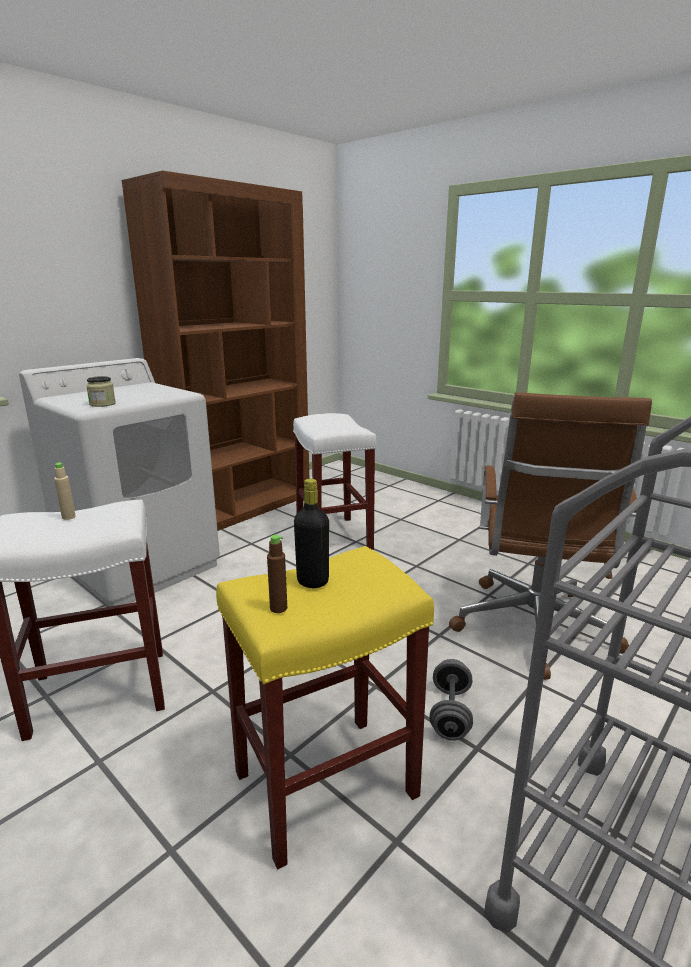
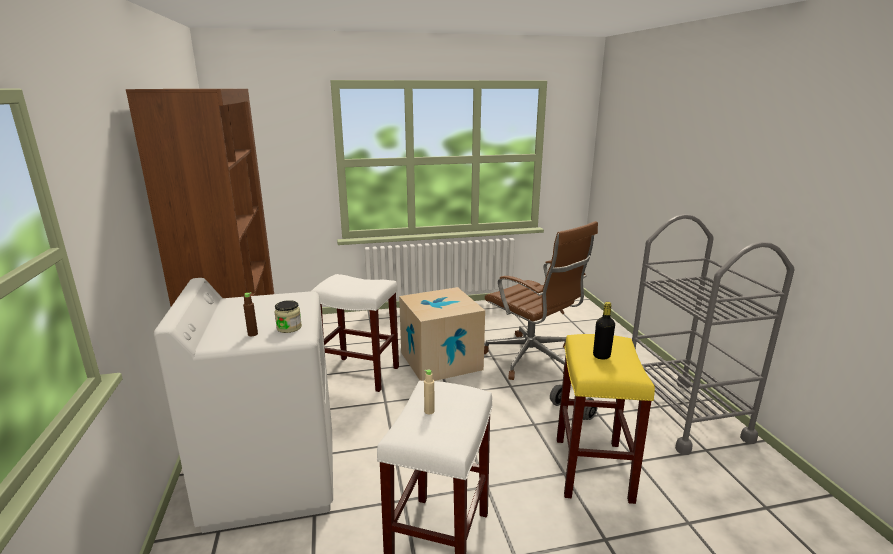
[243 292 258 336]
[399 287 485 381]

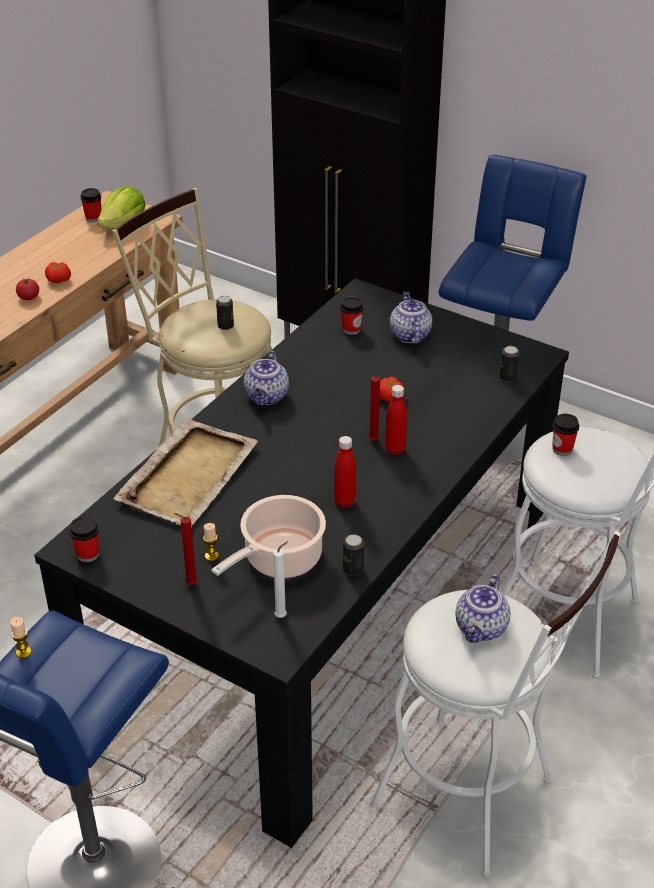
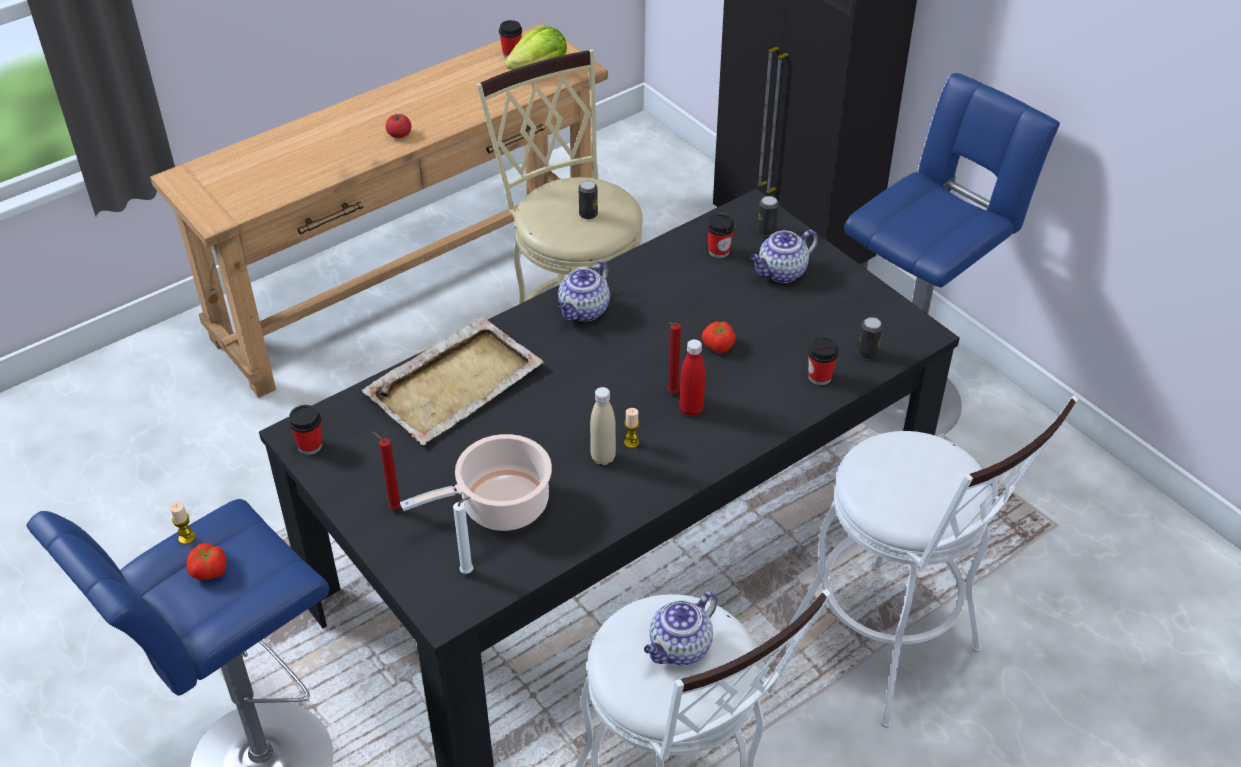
[186 543 226 580]
[590 387 616 465]
[624 408 640 448]
[750 229 818 283]
[757 196 779 236]
[808 337 839 385]

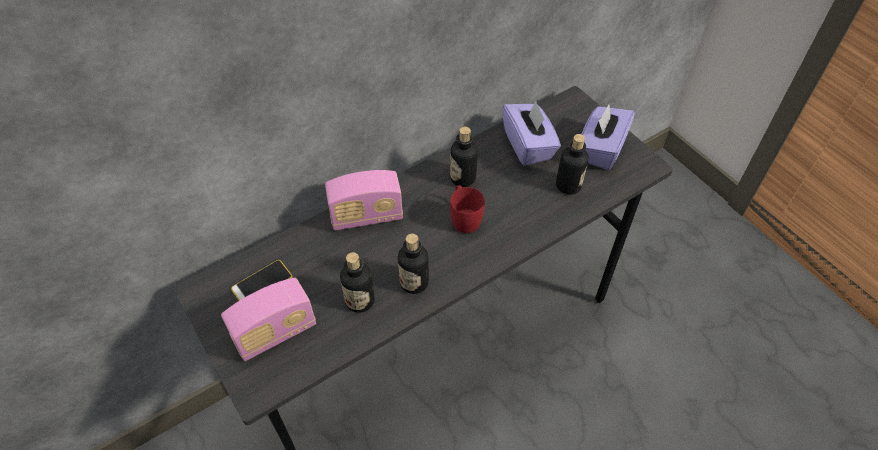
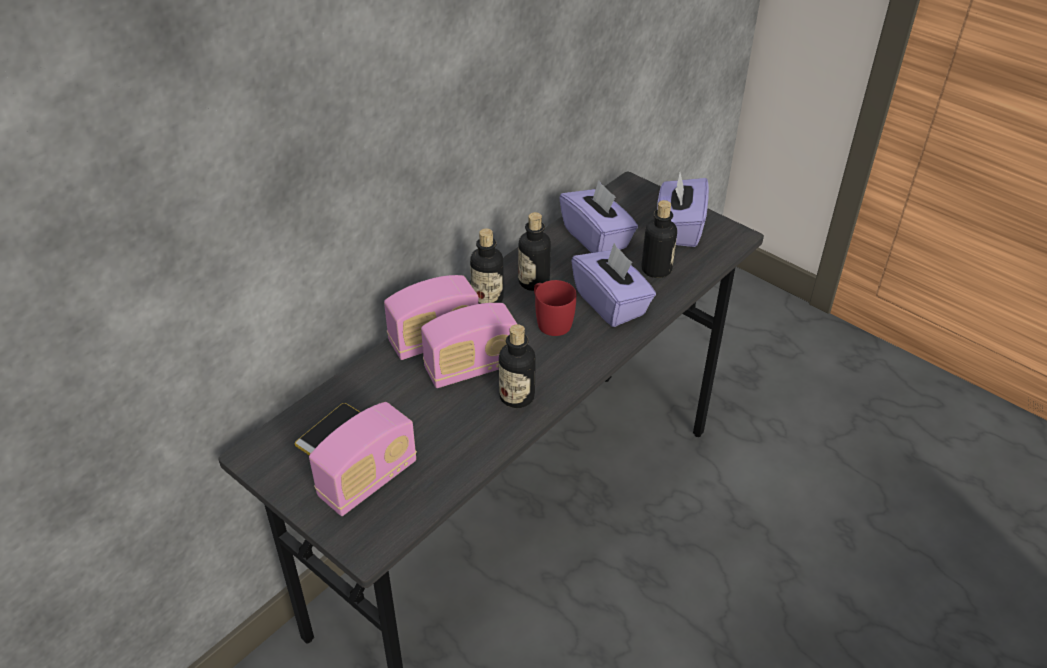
[421 303 517 388]
[470 228 504 304]
[571 243 656 327]

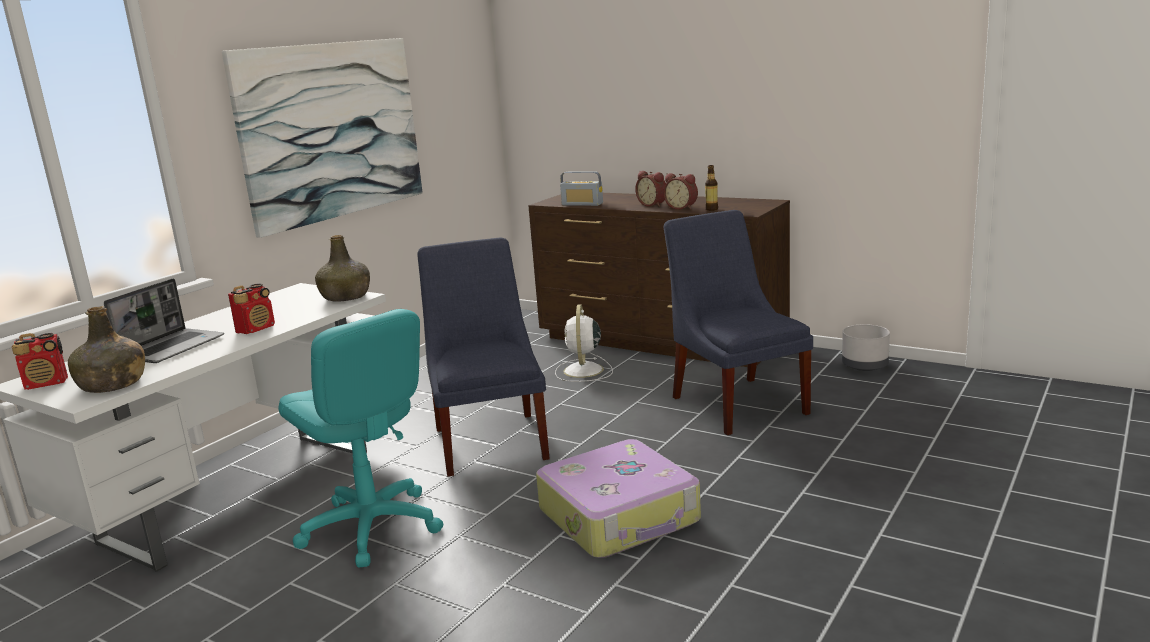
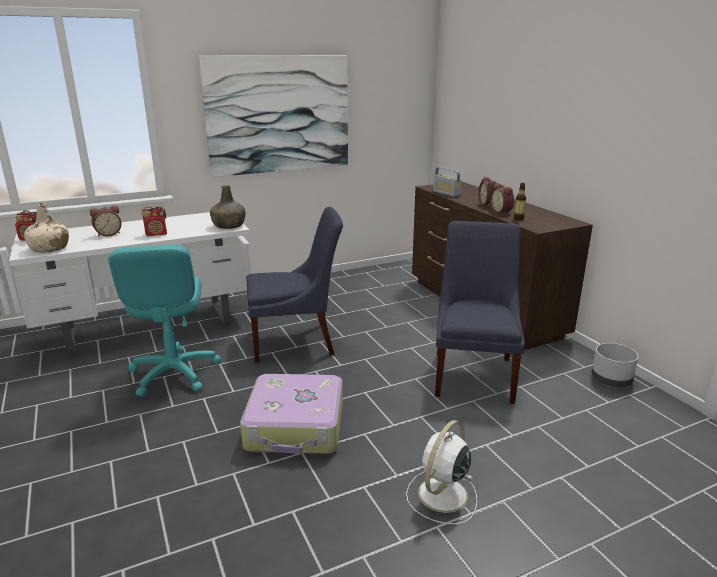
[24 203 69 253]
[90 206 121 237]
[246 207 343 363]
[406 420 477 525]

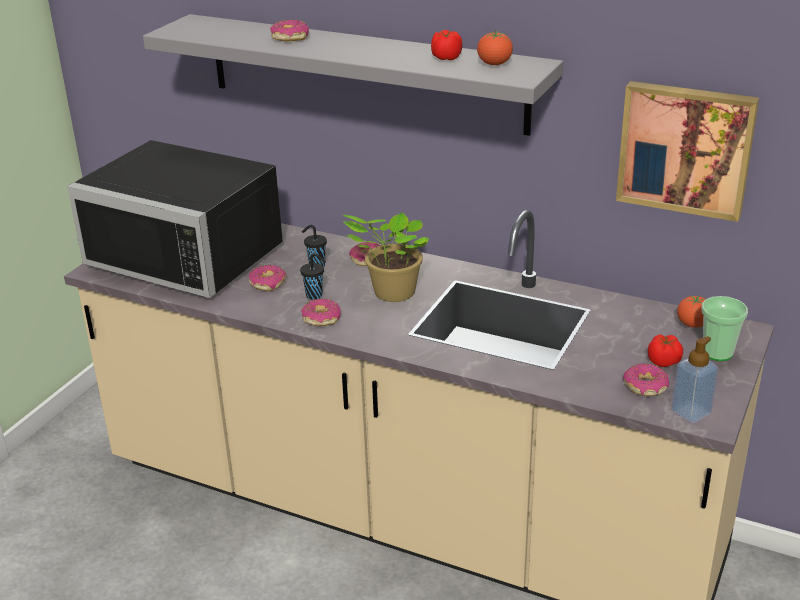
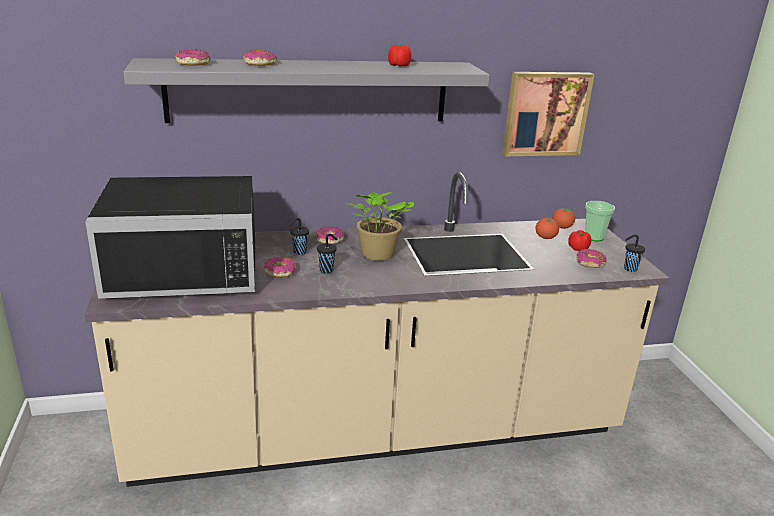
[175 49 210 66]
[535 217 559 239]
[624 234 645 272]

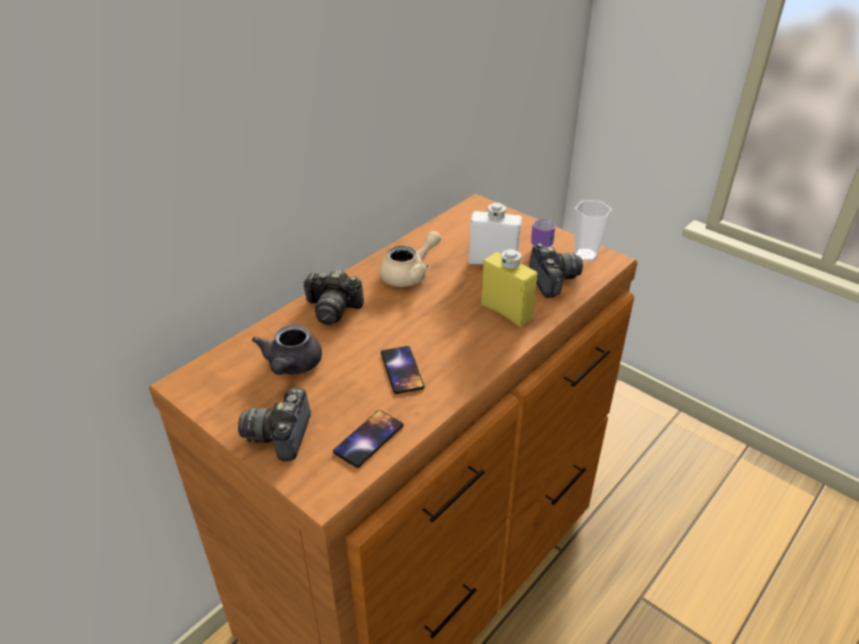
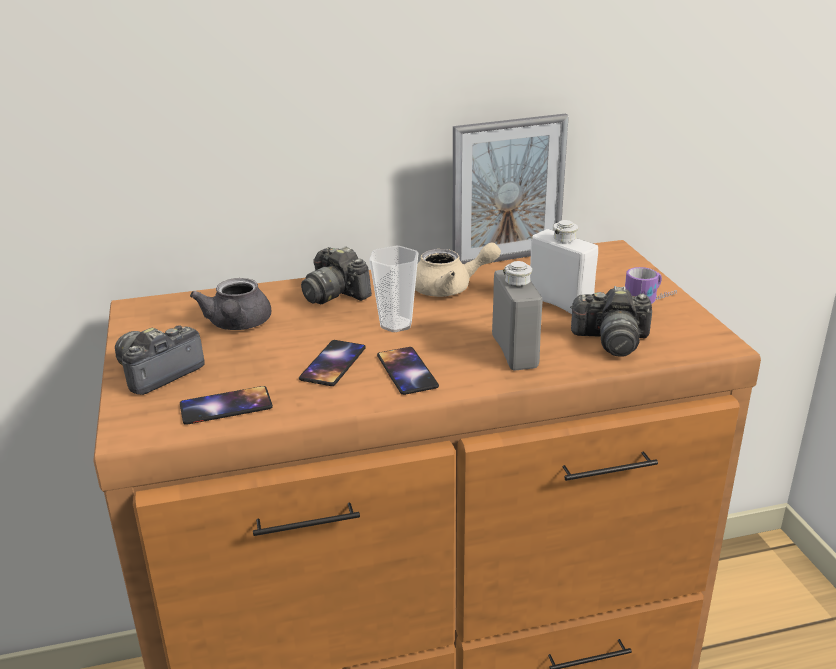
[190 278 271 330]
[369 246 419 332]
[377 347 439 395]
[452 113 569 264]
[492 261 542 370]
[570 286 652 357]

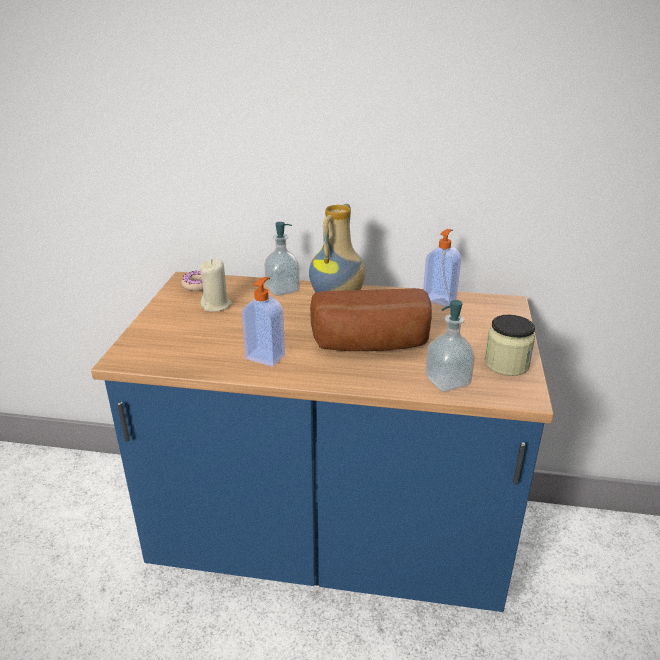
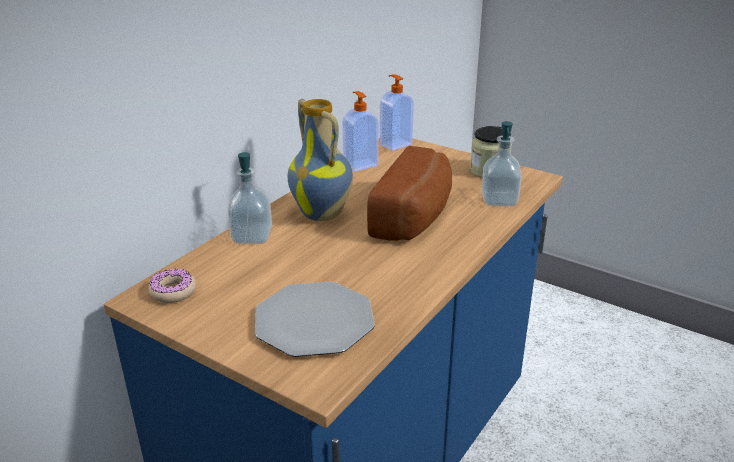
[255 282 375 357]
[380 74 414 151]
[200 259 232 312] (first image)

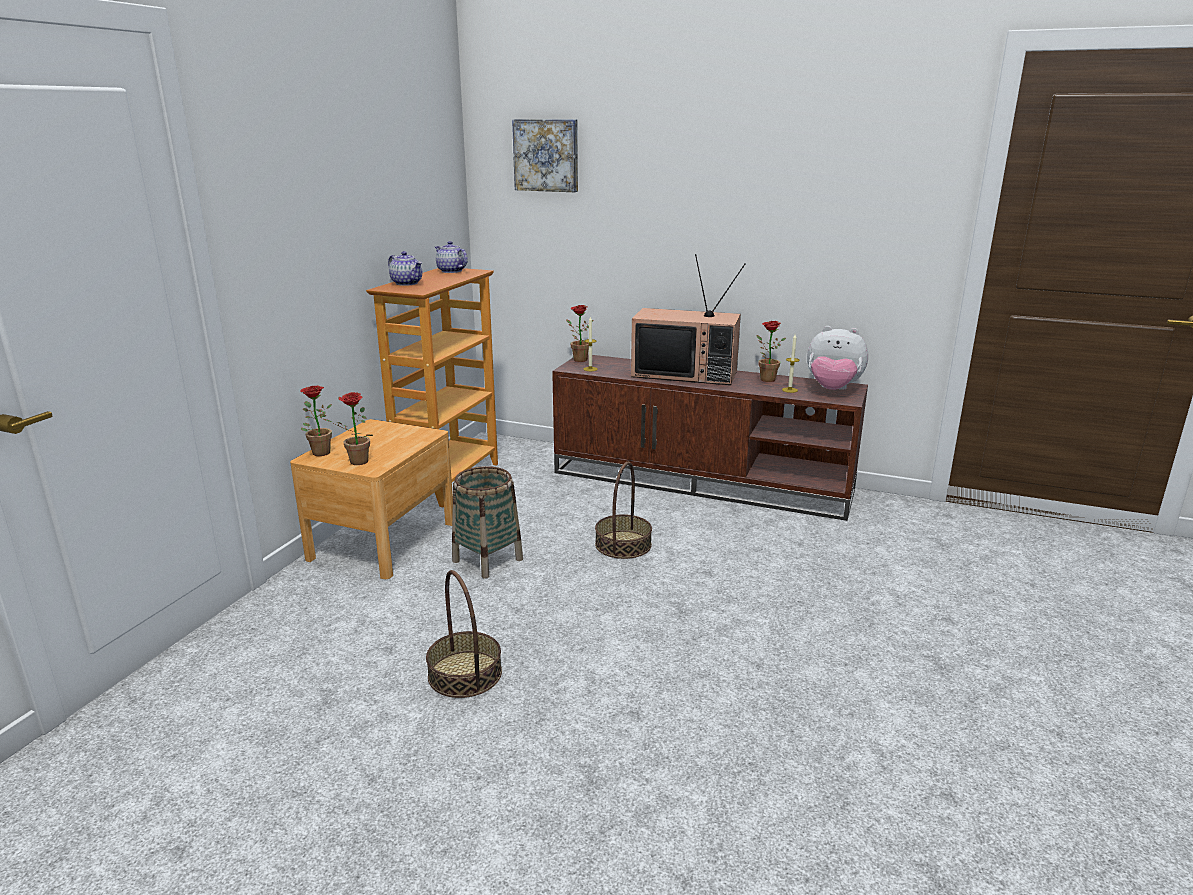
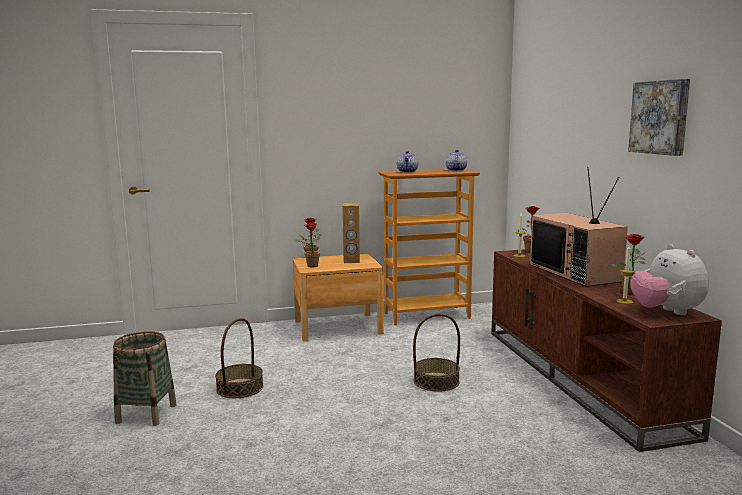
[113 331 176 426]
[342 203 360 263]
[628 79 690 156]

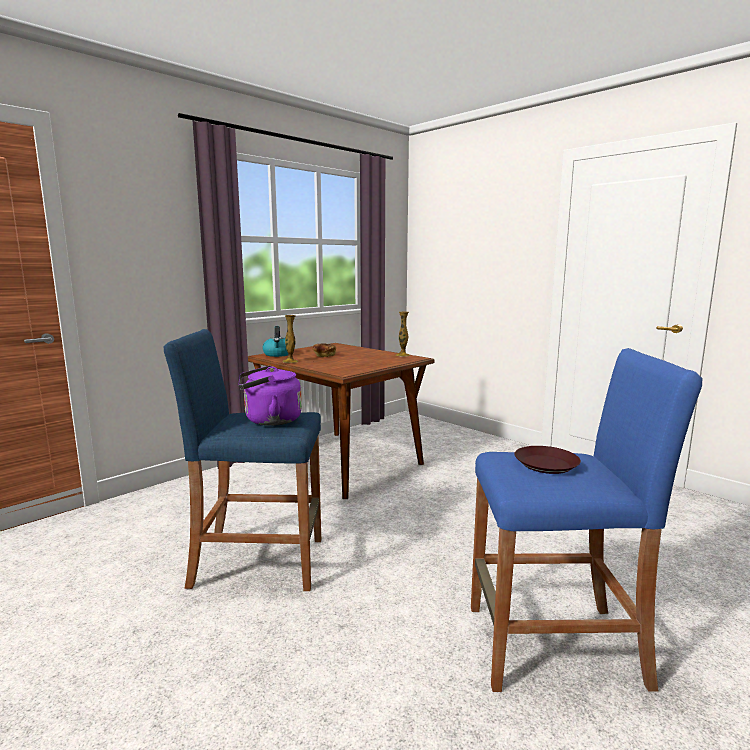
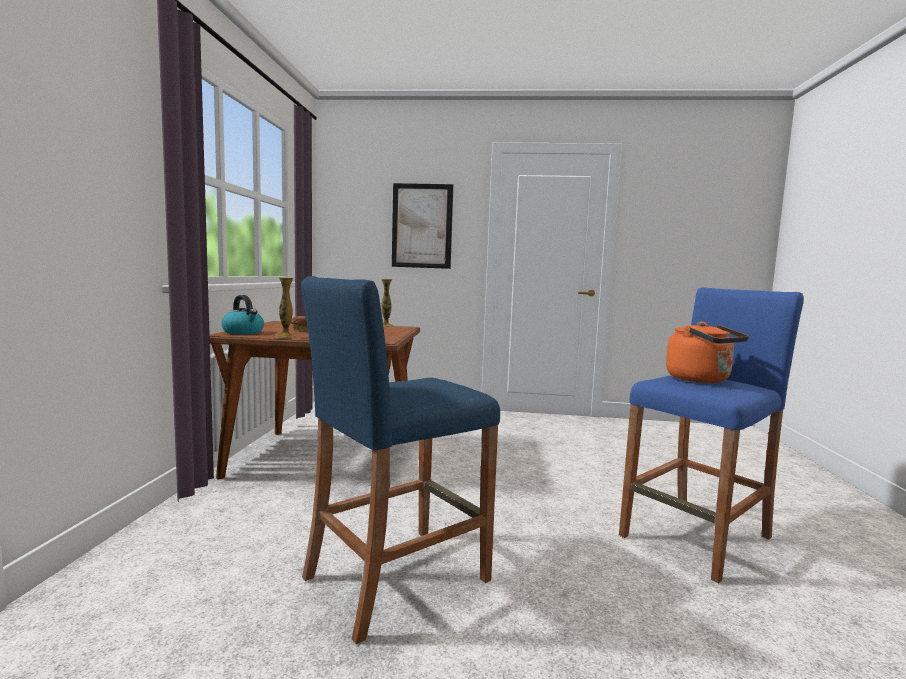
[392 183 453 269]
[666 322 749 383]
[239 365 302 426] (first image)

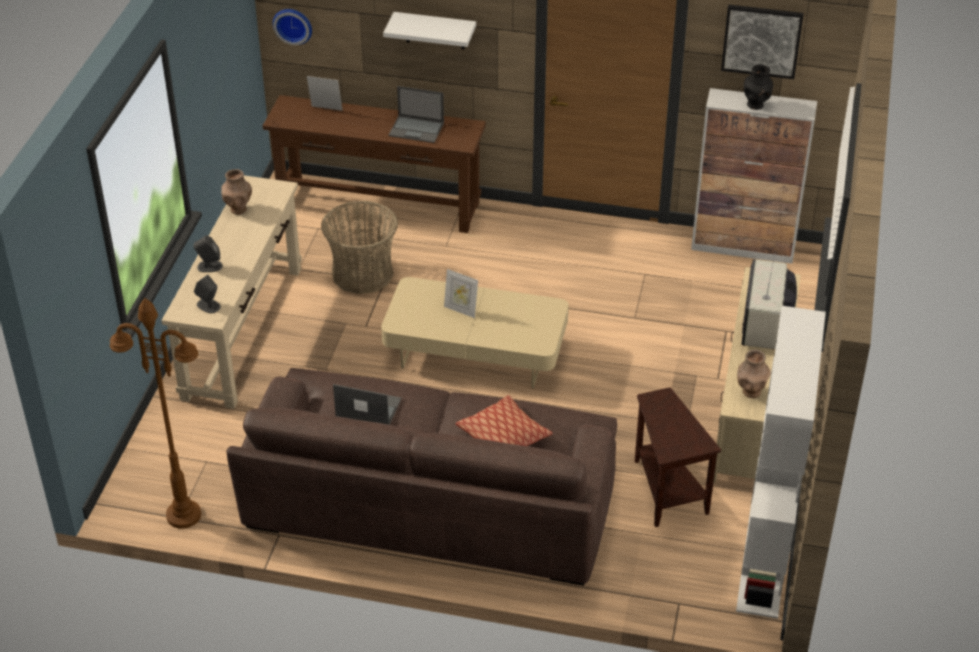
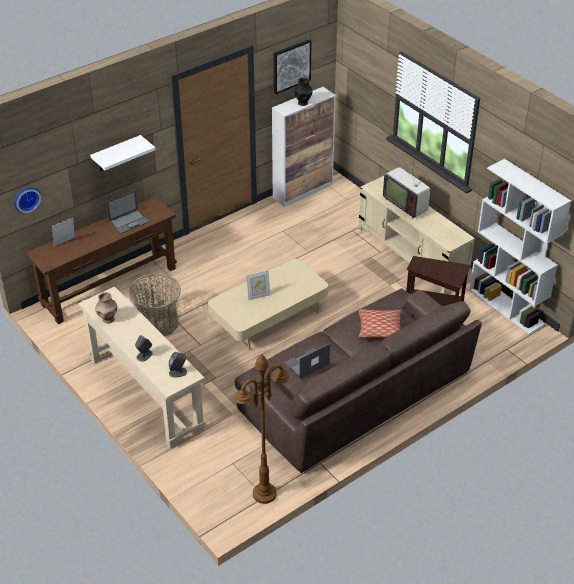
[737 350 771 398] (first image)

